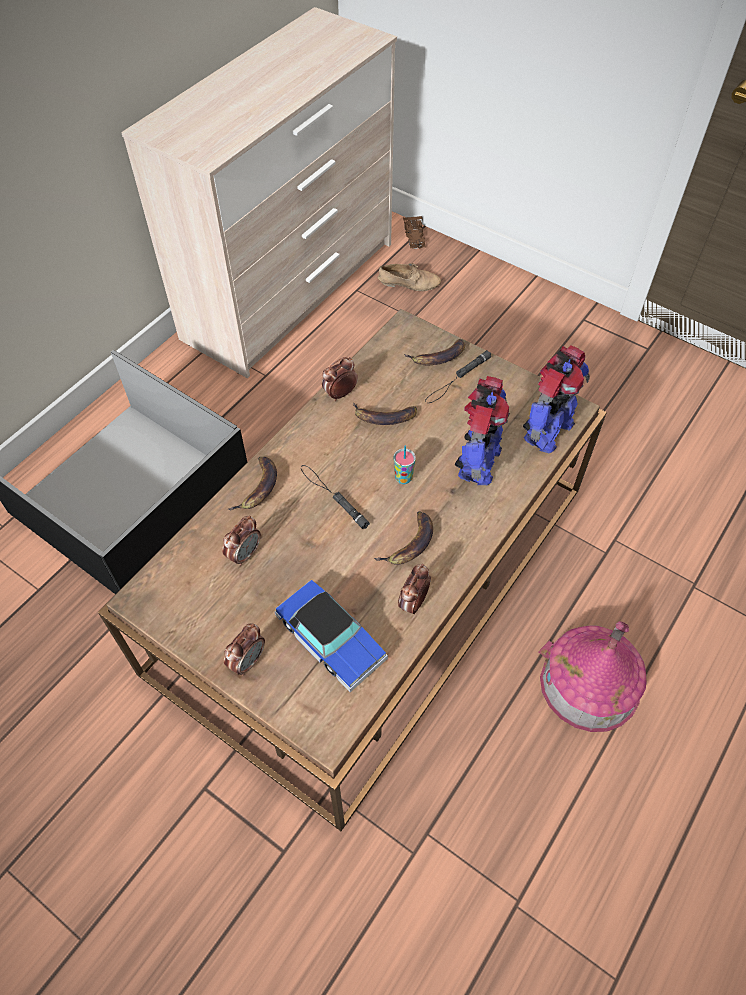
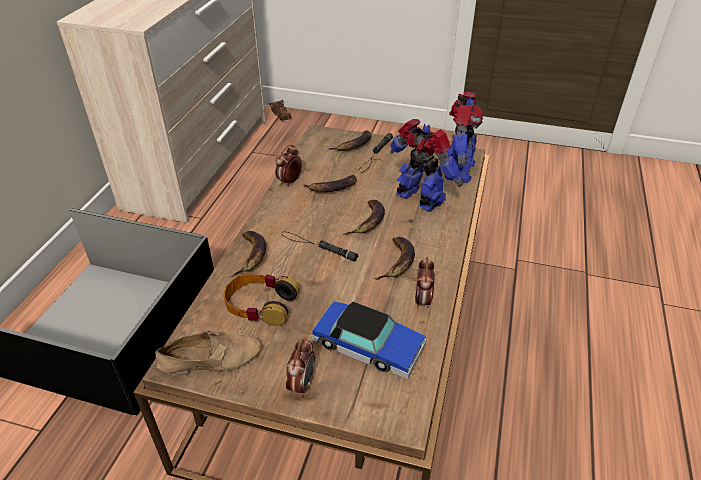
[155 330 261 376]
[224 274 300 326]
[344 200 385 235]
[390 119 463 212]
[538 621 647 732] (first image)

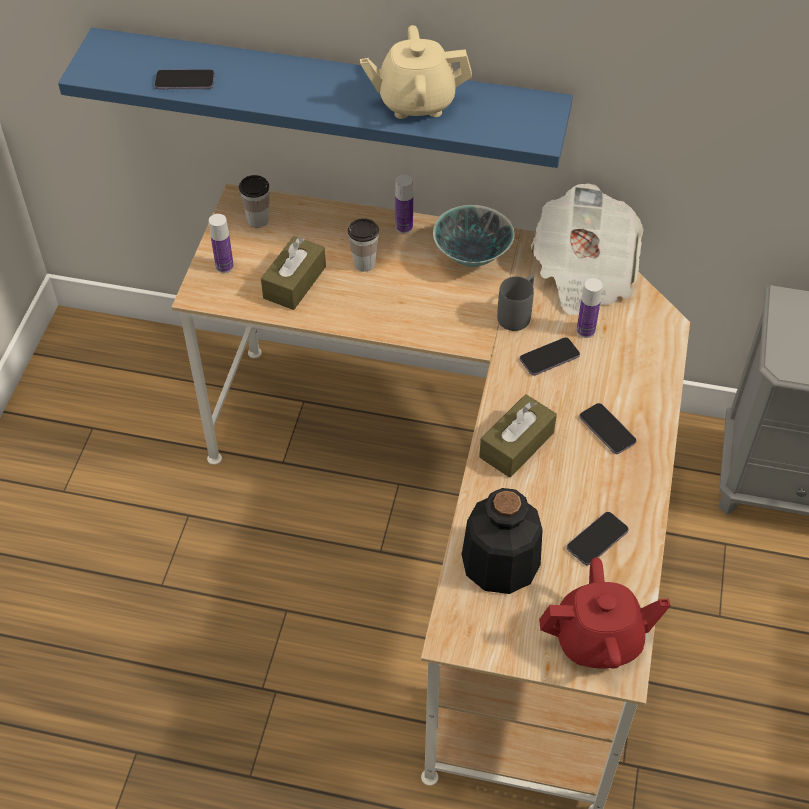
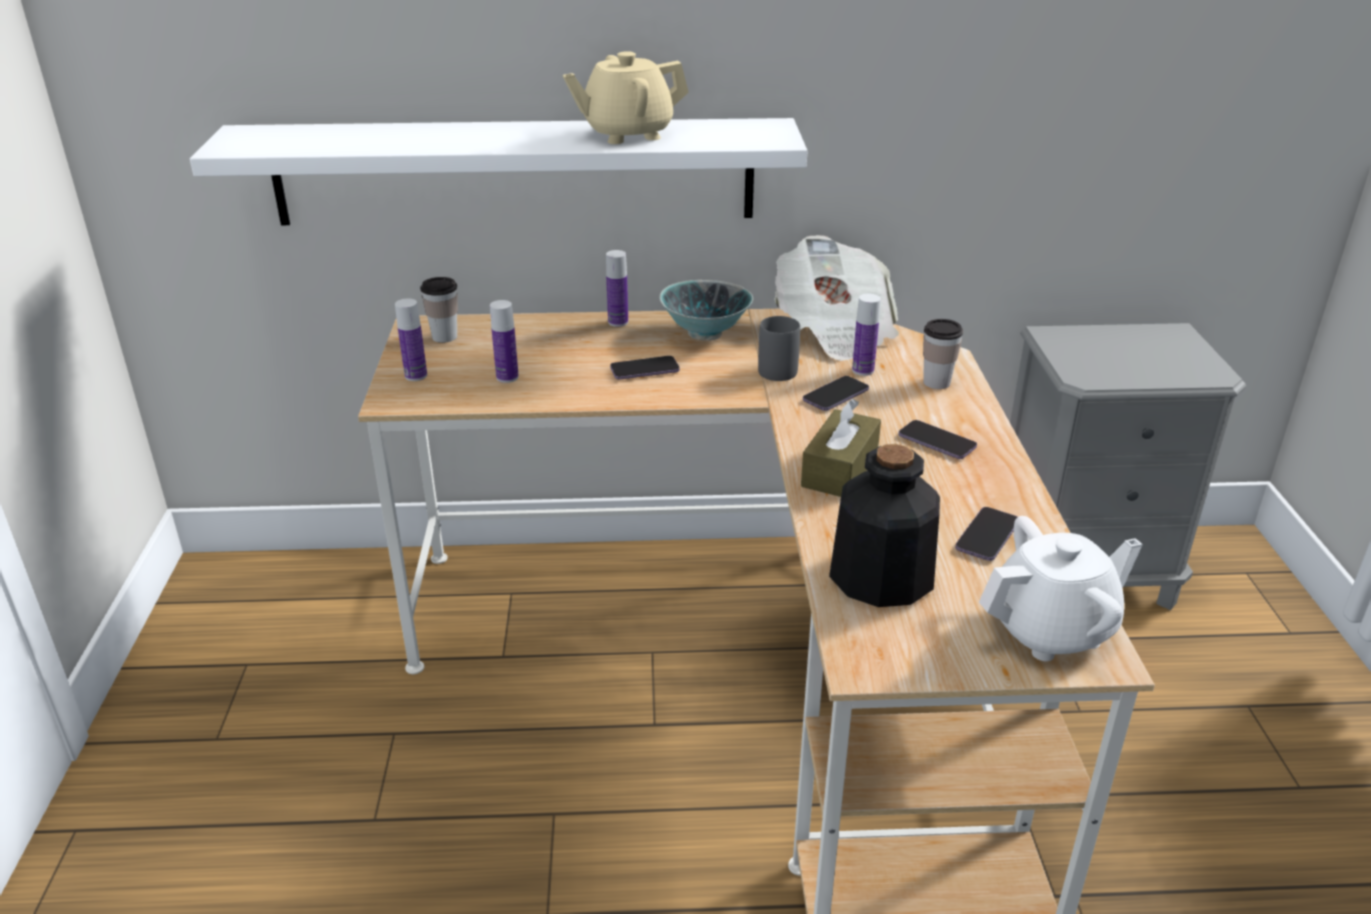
[190 118 807 225]
[490 300 519 383]
[610 356 680 380]
[923 319 963 389]
[979 516 1143 661]

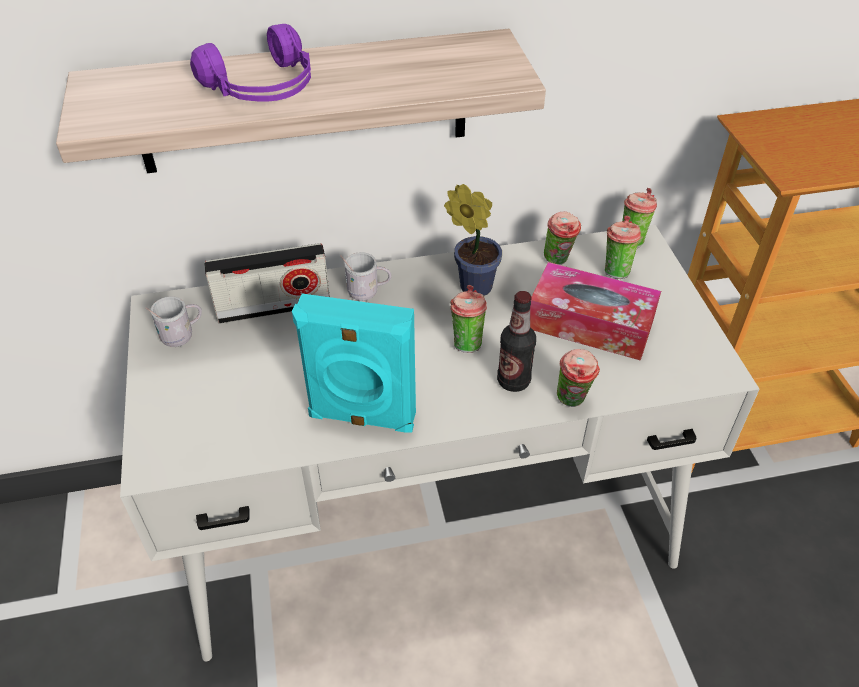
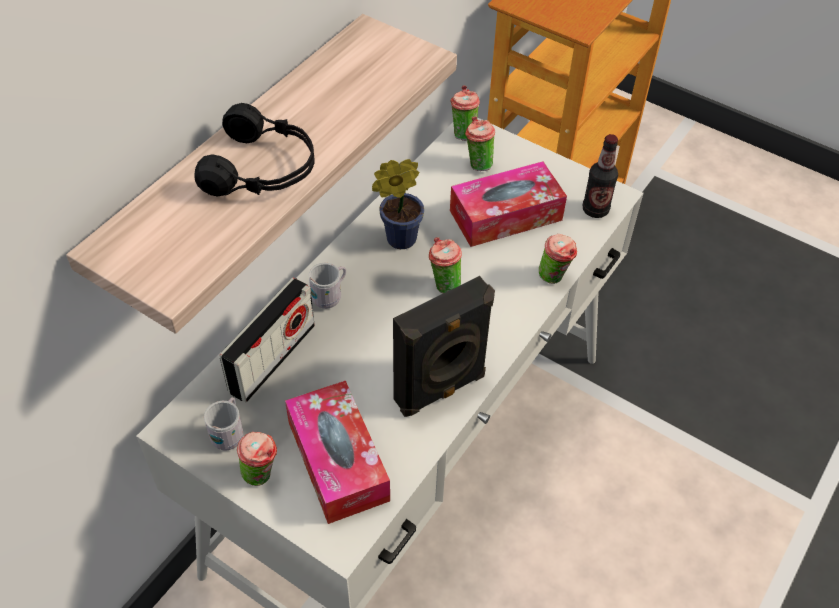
[194 103 315 196]
[237 432 277 486]
[285 381 390 524]
[393 276 495 417]
[583 134 618 218]

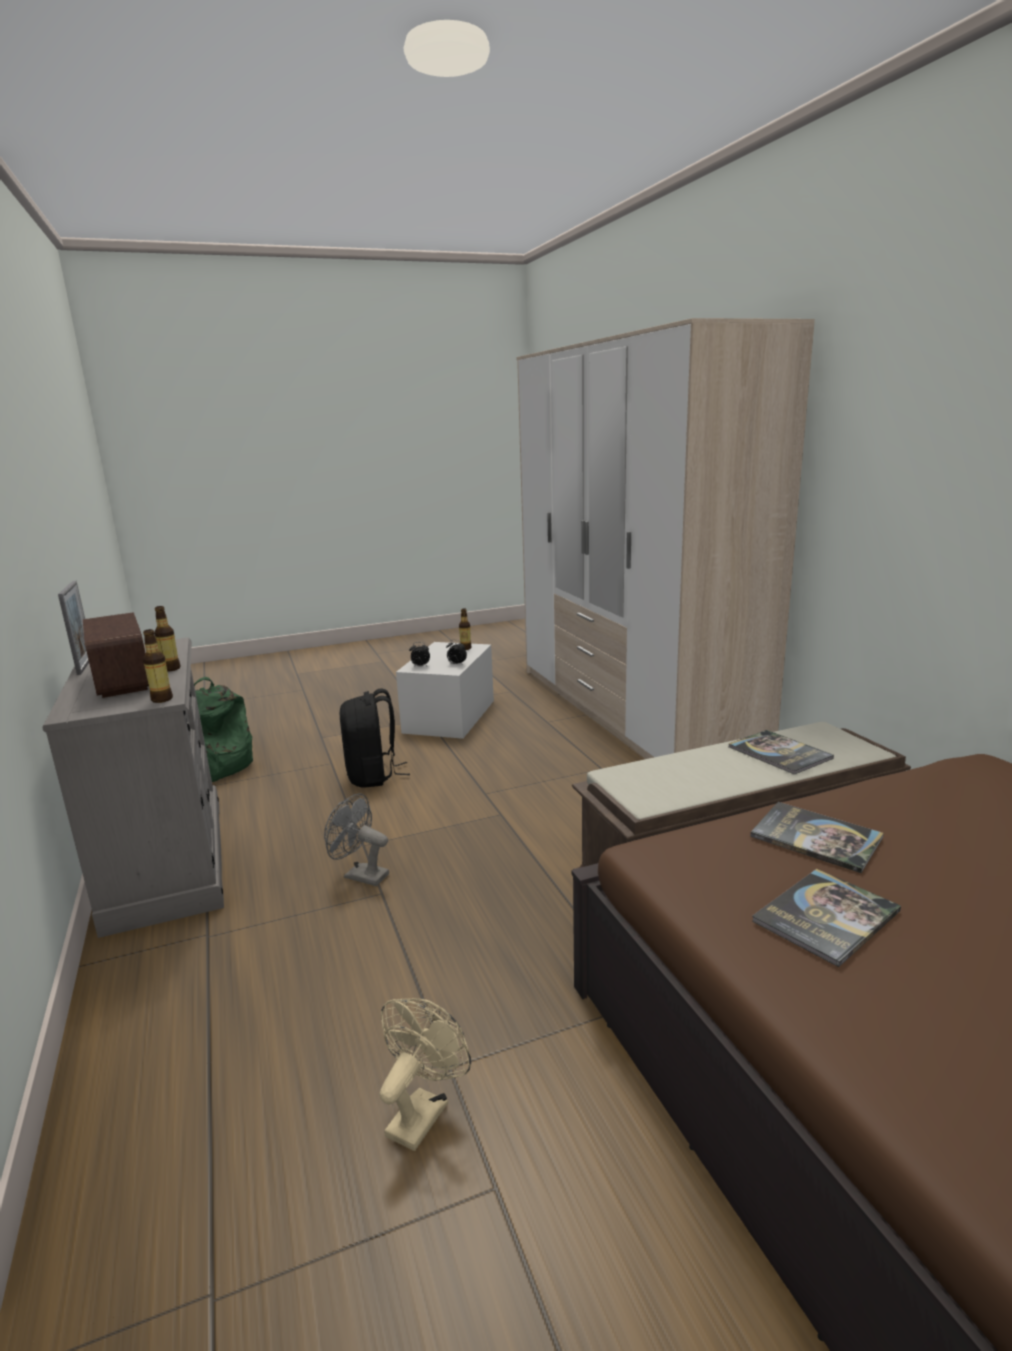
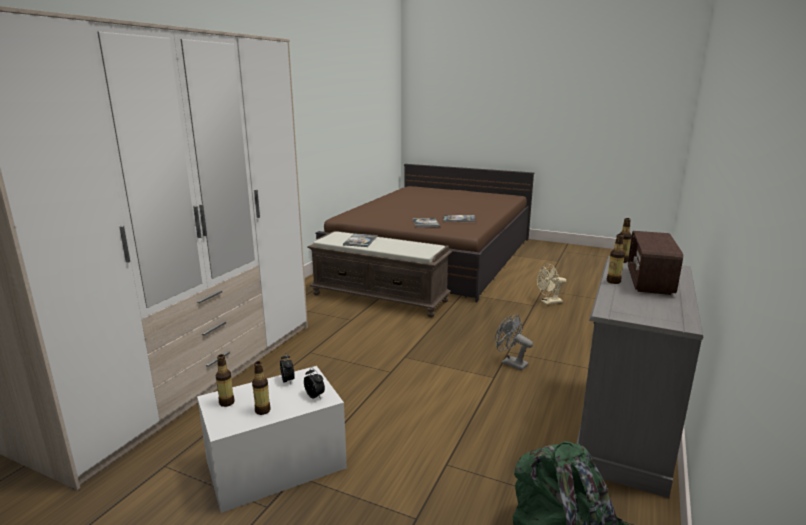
[252 361 271 415]
[495 315 533 371]
[58 581 89 675] (first image)
[340 689 410 788] (first image)

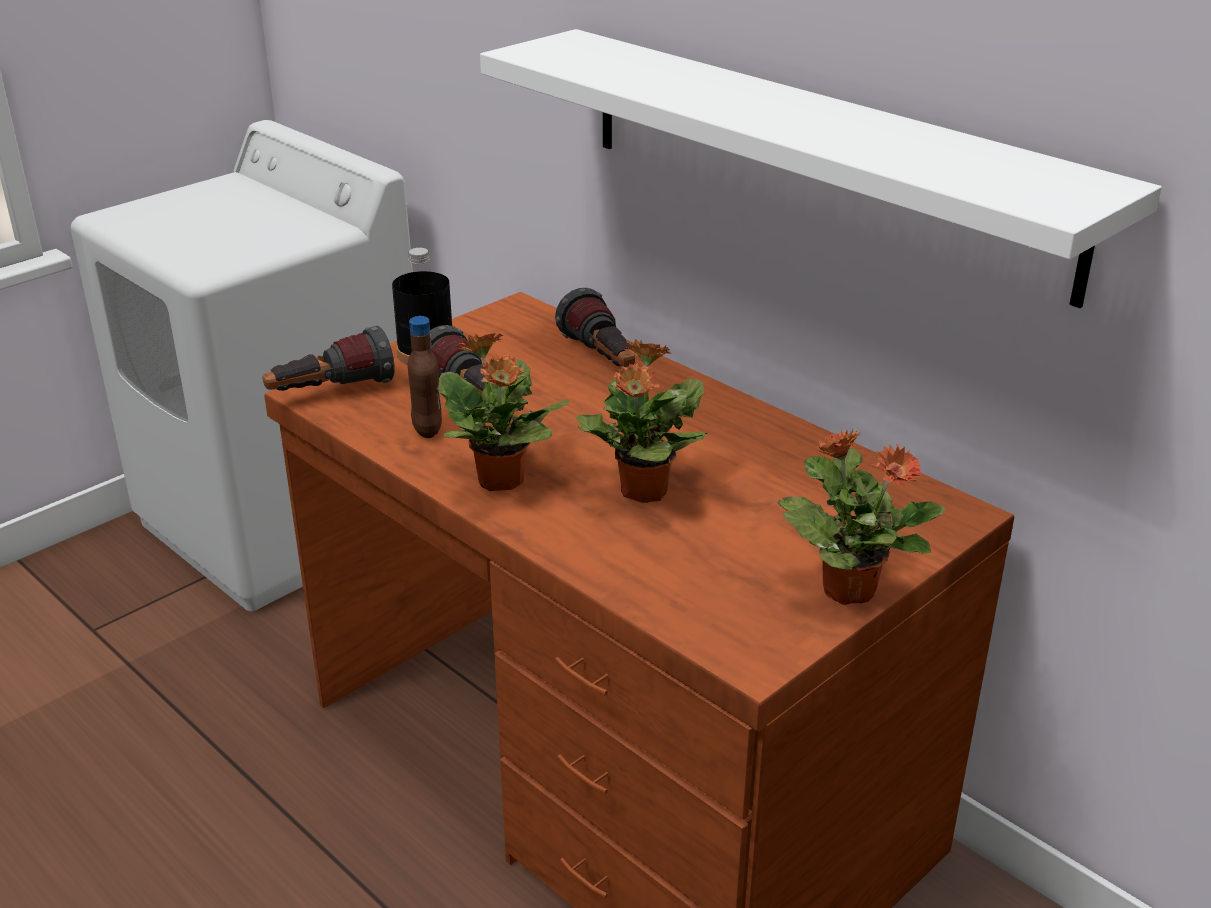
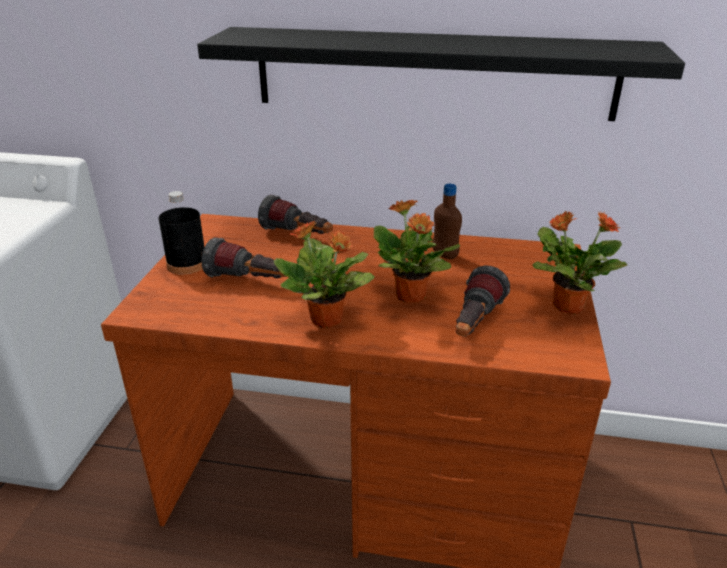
[197 27 685 121]
[432 184 462 259]
[456 265 510 337]

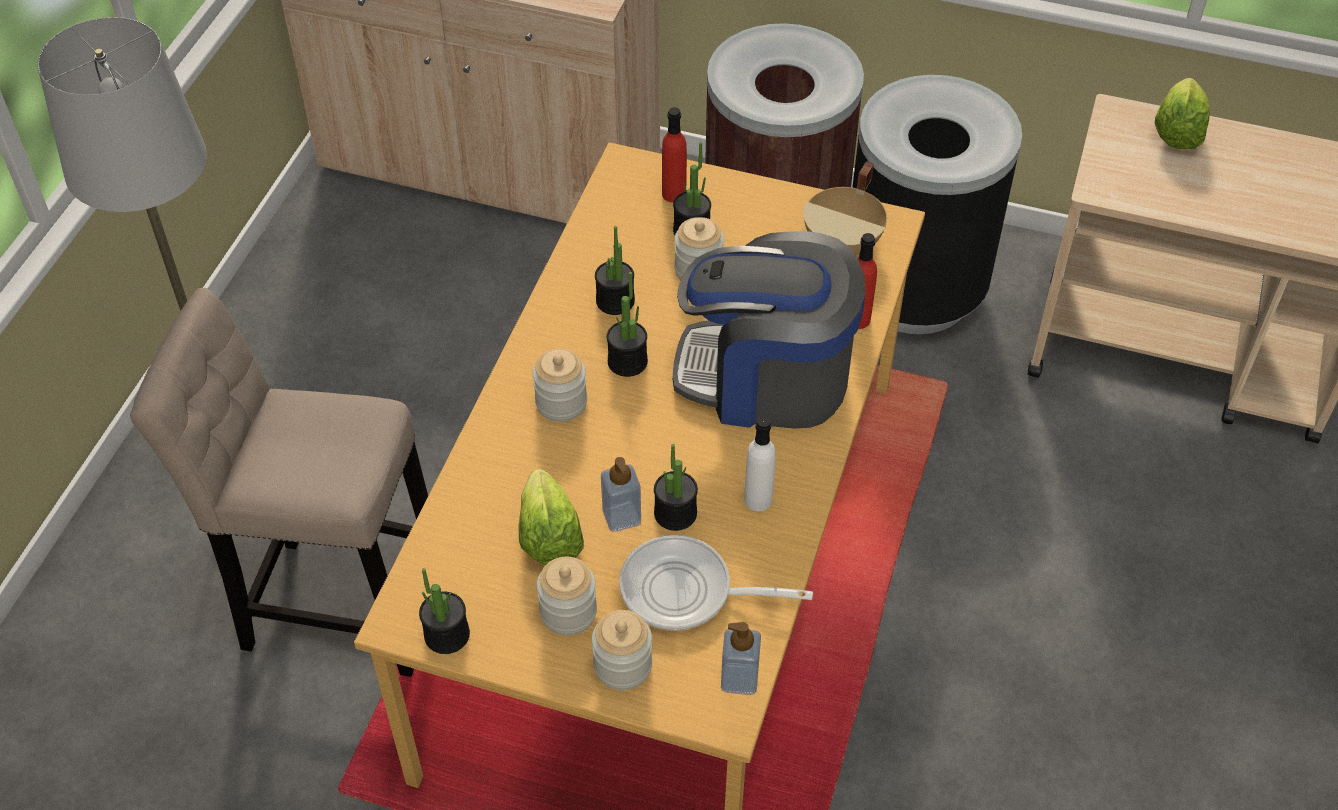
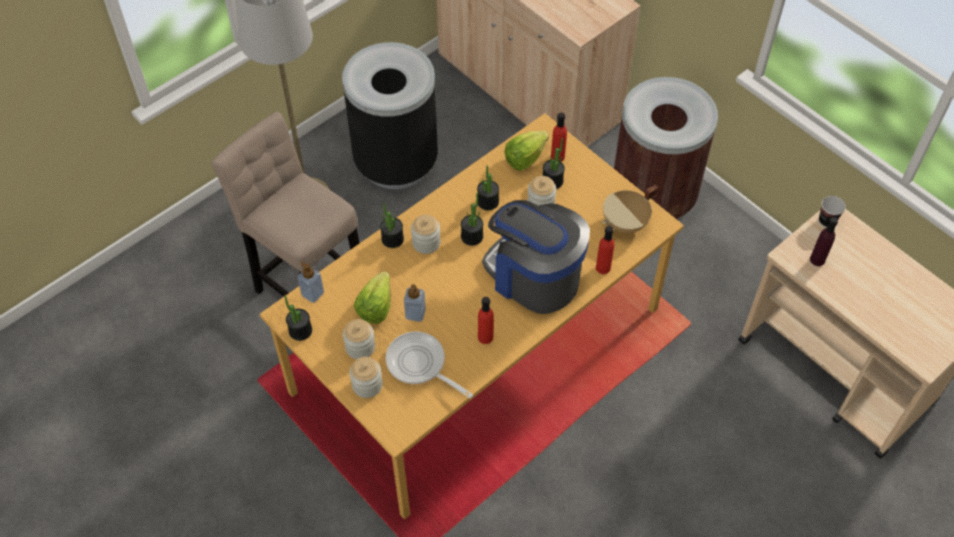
[297 262 324 303]
[342 42 438 189]
[380 202 404 248]
[478 297 494 344]
[504 131 549 171]
[810 217 838 266]
[819 196 846 227]

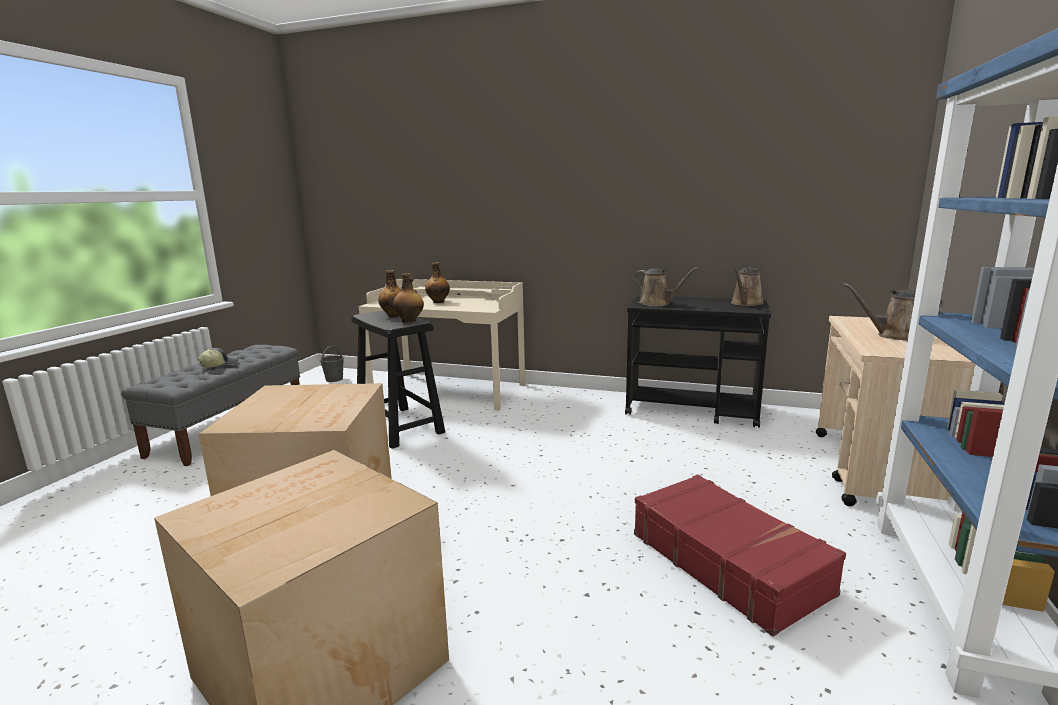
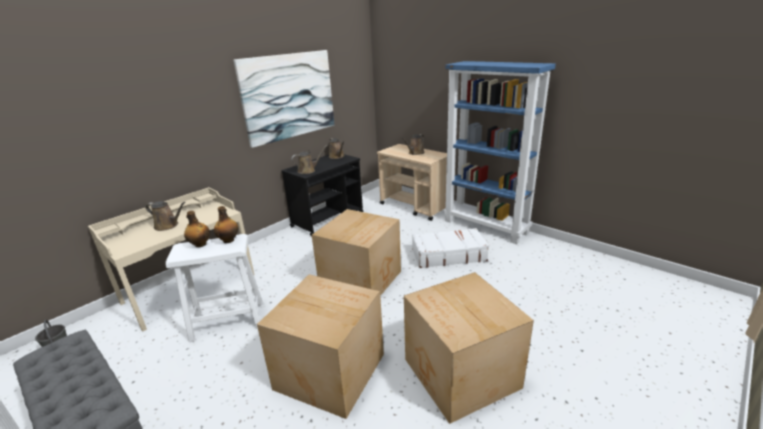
[145 201 186 231]
[166 234 262 342]
[234 50 335 148]
[312 209 401 296]
[412 228 489 268]
[198 348 238 368] (first image)

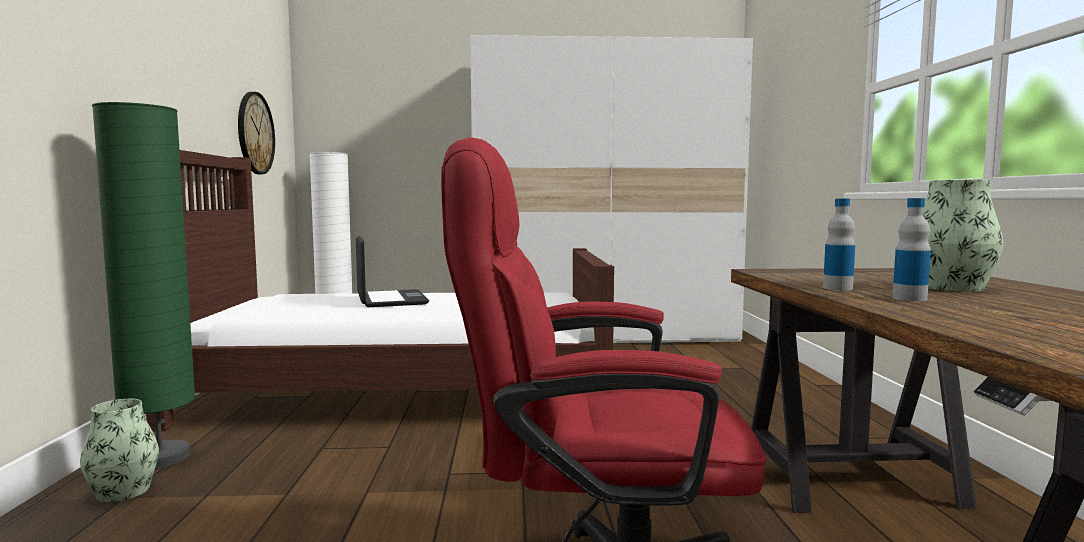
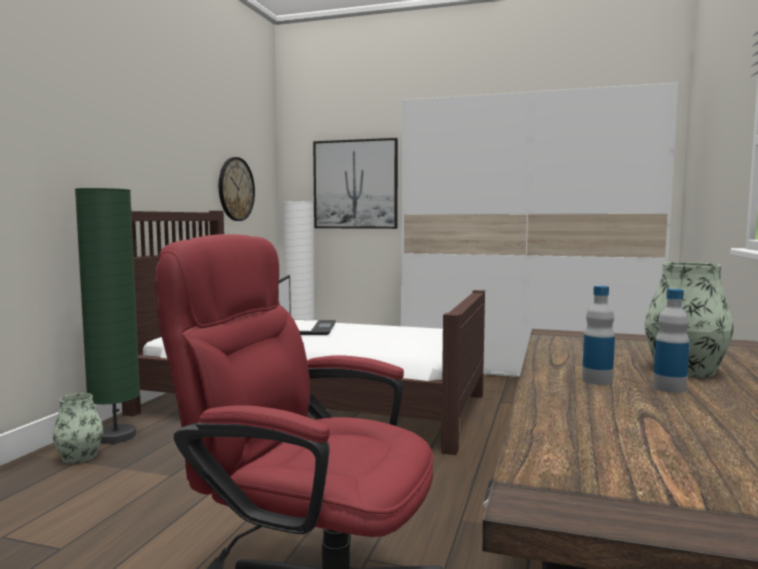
[313 138 398 229]
[653 289 689 393]

